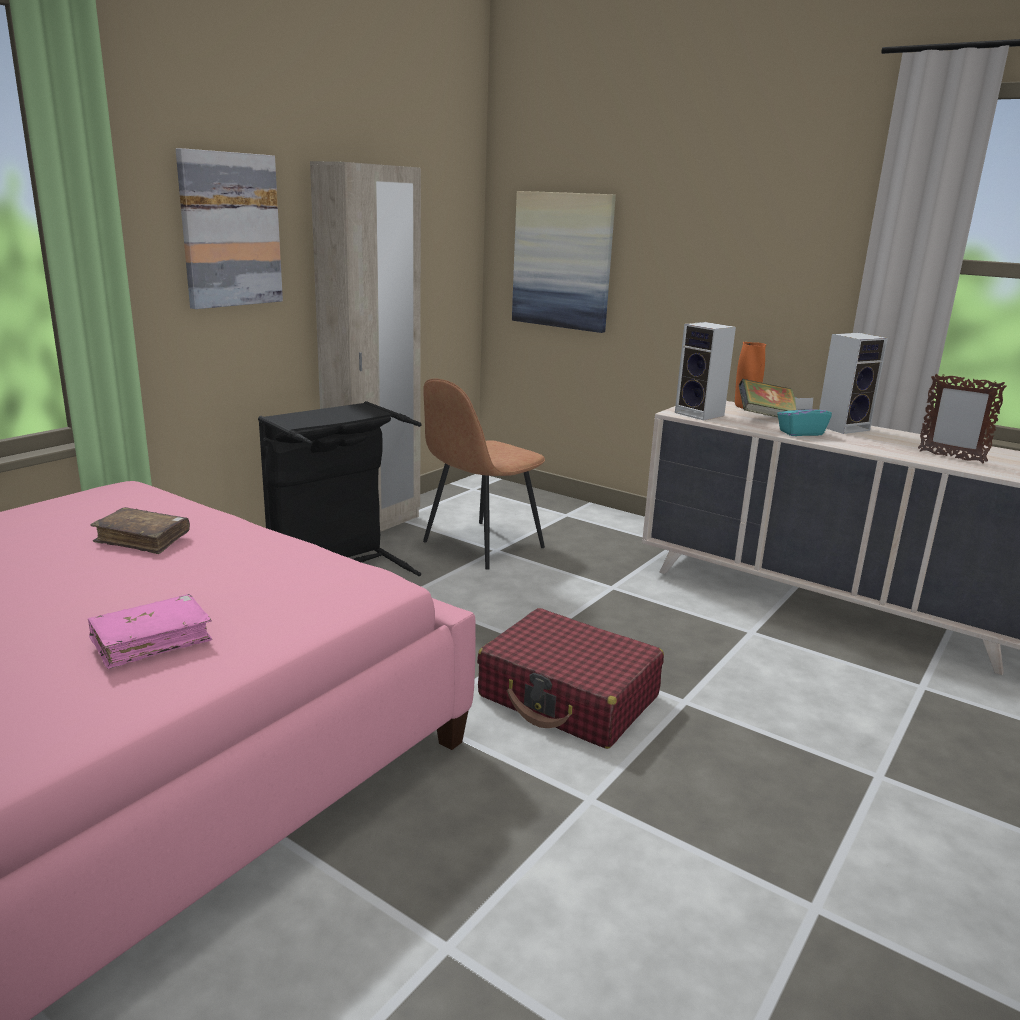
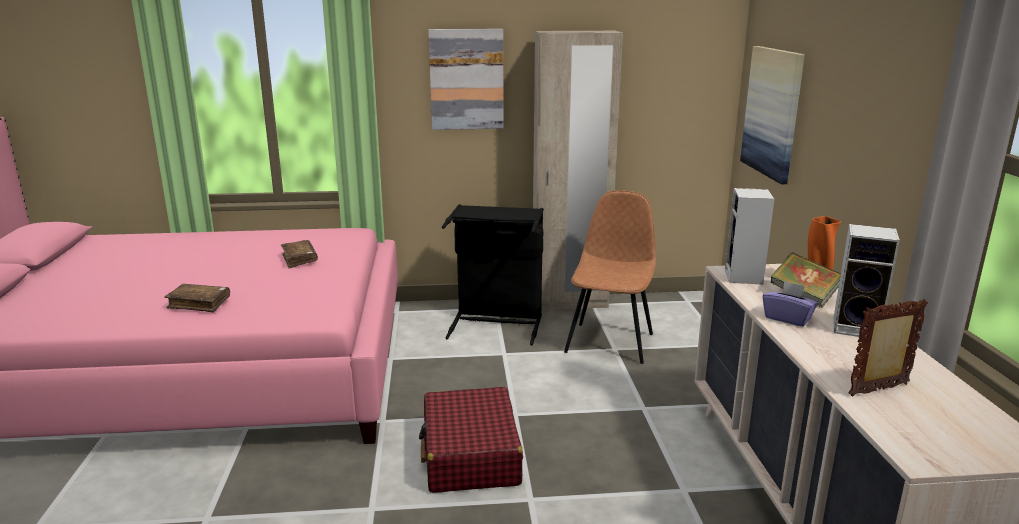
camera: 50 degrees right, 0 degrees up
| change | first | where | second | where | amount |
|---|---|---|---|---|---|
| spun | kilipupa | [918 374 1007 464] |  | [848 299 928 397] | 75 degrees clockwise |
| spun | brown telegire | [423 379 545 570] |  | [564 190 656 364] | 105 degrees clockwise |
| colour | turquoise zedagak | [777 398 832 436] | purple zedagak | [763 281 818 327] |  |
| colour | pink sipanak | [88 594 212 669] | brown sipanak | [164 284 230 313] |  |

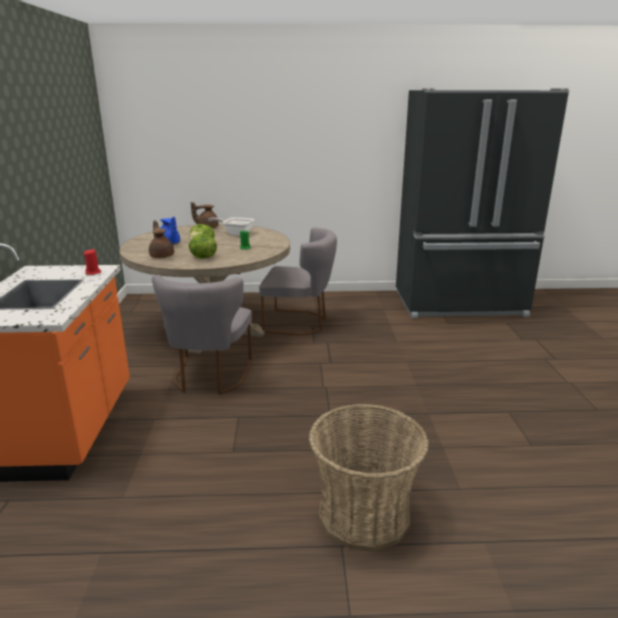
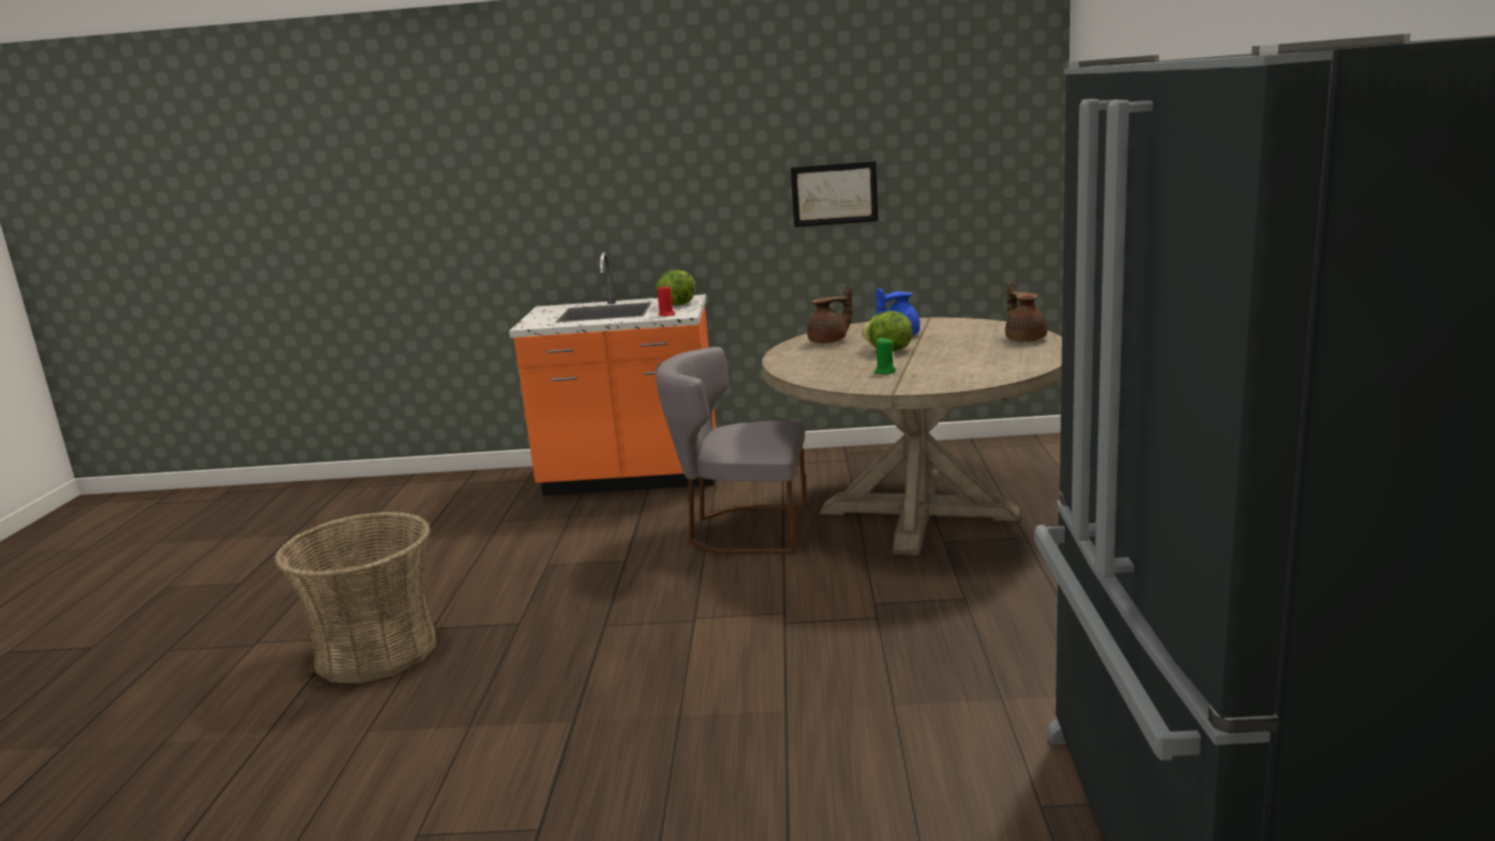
camera: 95 degrees right, 5 degrees down
| change | first | where | second | where | amount |
|---|---|---|---|---|---|
| missing | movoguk | [208 217 254 236] |  |  |  |
| missing | grey telegire | [259 227 337 335] |  |  |  |
| relocated | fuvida | [188 234 217 259] |  | [656 270 695 306] |  |
| appeared |  |  | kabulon | [791 161 878 227] |  |

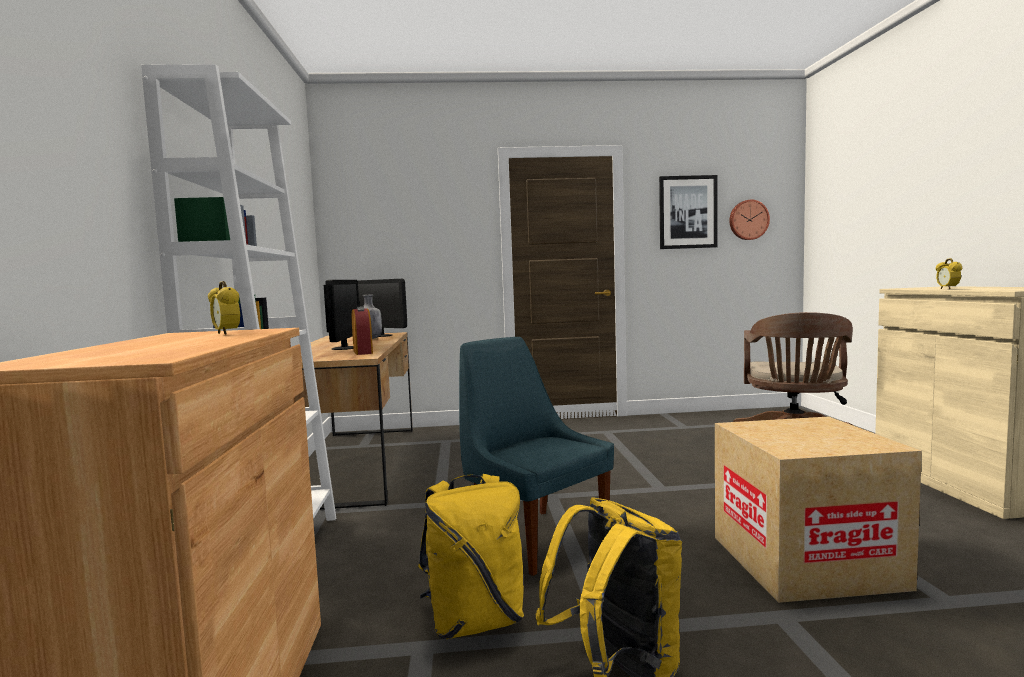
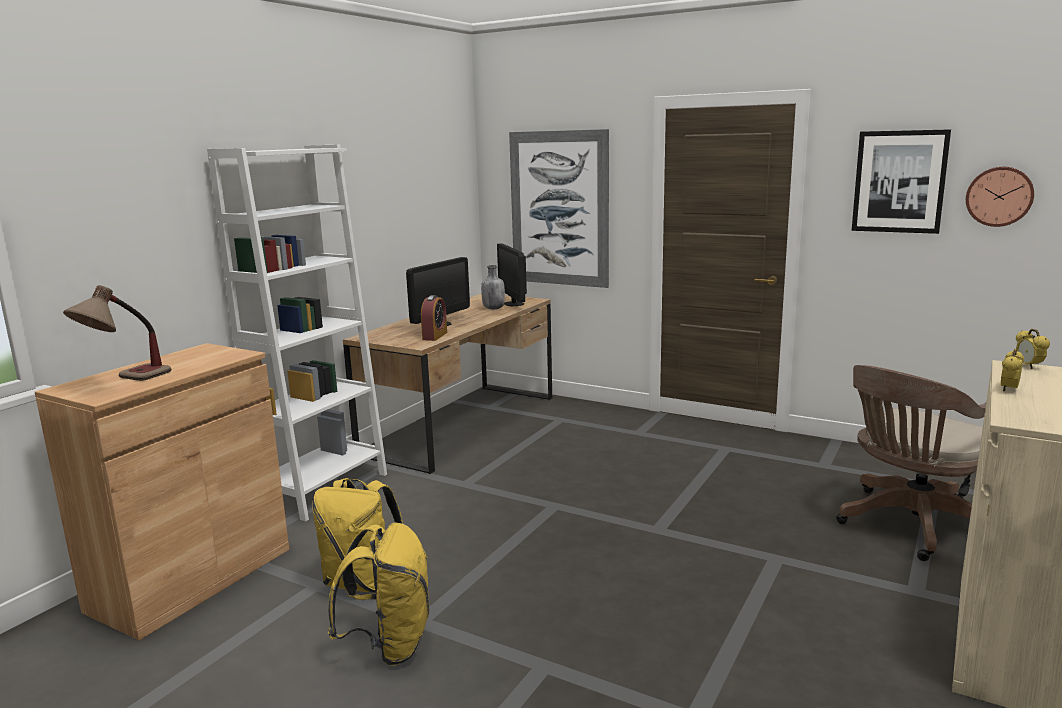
camera: 35 degrees right, 10 degrees up
| change | first | where | second | where | amount |
|---|---|---|---|---|---|
| relocated | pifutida | [208 281 240 335] |  | [1016 329 1050 369] |  |
| missing | blue telegire | [459 337 614 576] |  |  |  |
| missing | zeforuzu | [715 416 922 603] |  |  |  |
| appeared |  |  | kabulon | [509 129 609 288] |  |
| appeared |  |  | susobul | [63 285 171 381] |  |

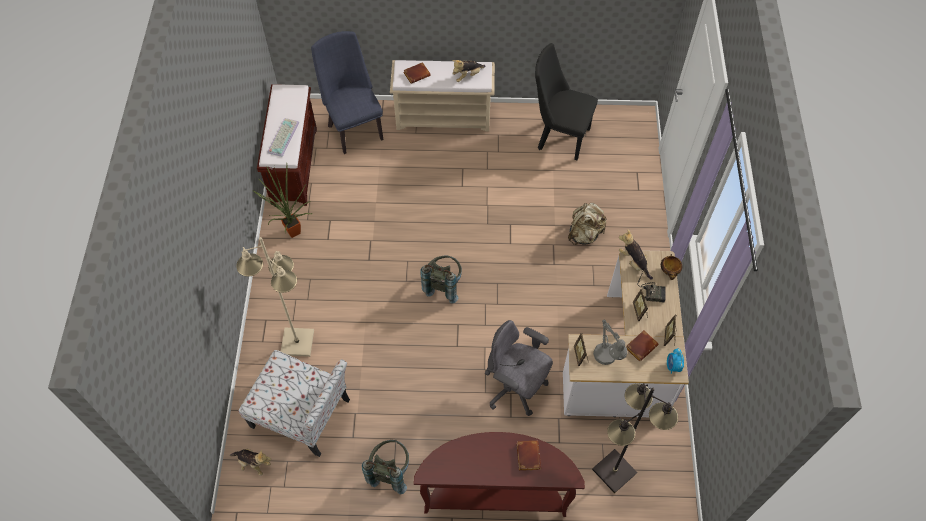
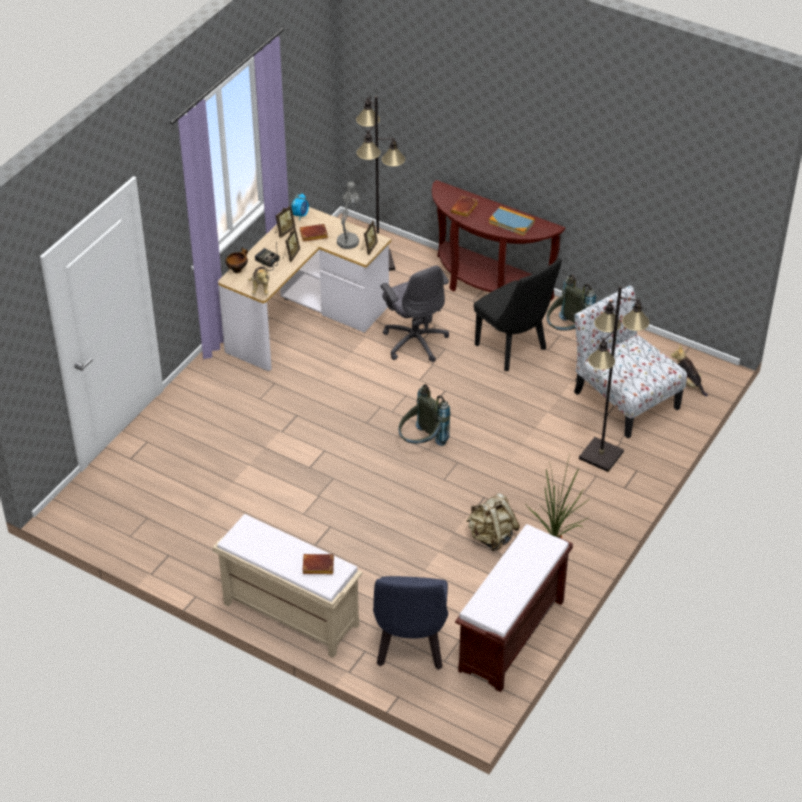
camera: 150 degrees left, 15 degrees down
| change | first | where | second | where | amount |
|---|---|---|---|---|---|
| relocated | black telegire | [535 43 598 160] |  | [474 258 562 371] |  |
| missing | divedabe | [452 60 485 82] |  |  |  |
| missing | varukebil | [267 118 299 157] |  |  |  |
| relocated | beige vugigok | [568 203 606 245] |  | [466 493 520 551] |  |
| colour | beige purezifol | [236 237 314 357] | black purezifol | [579 286 650 472] |  |
| appeared |  |  | sipanak | [489 206 535 236] |  |

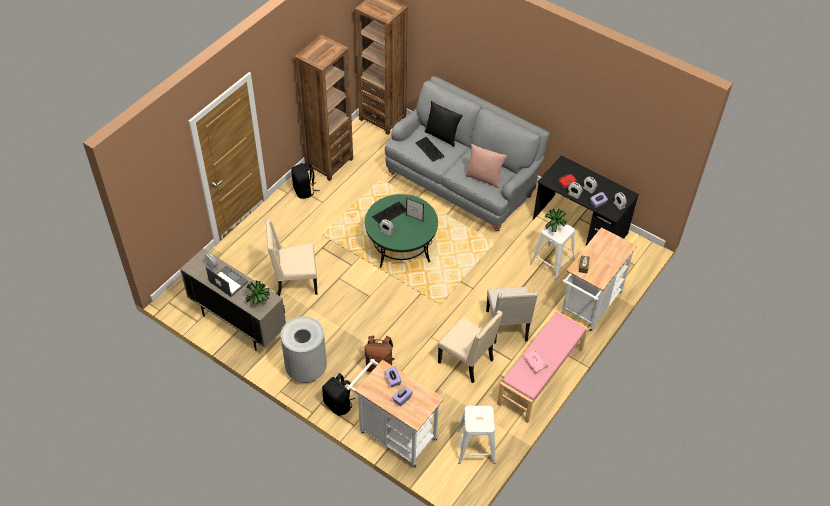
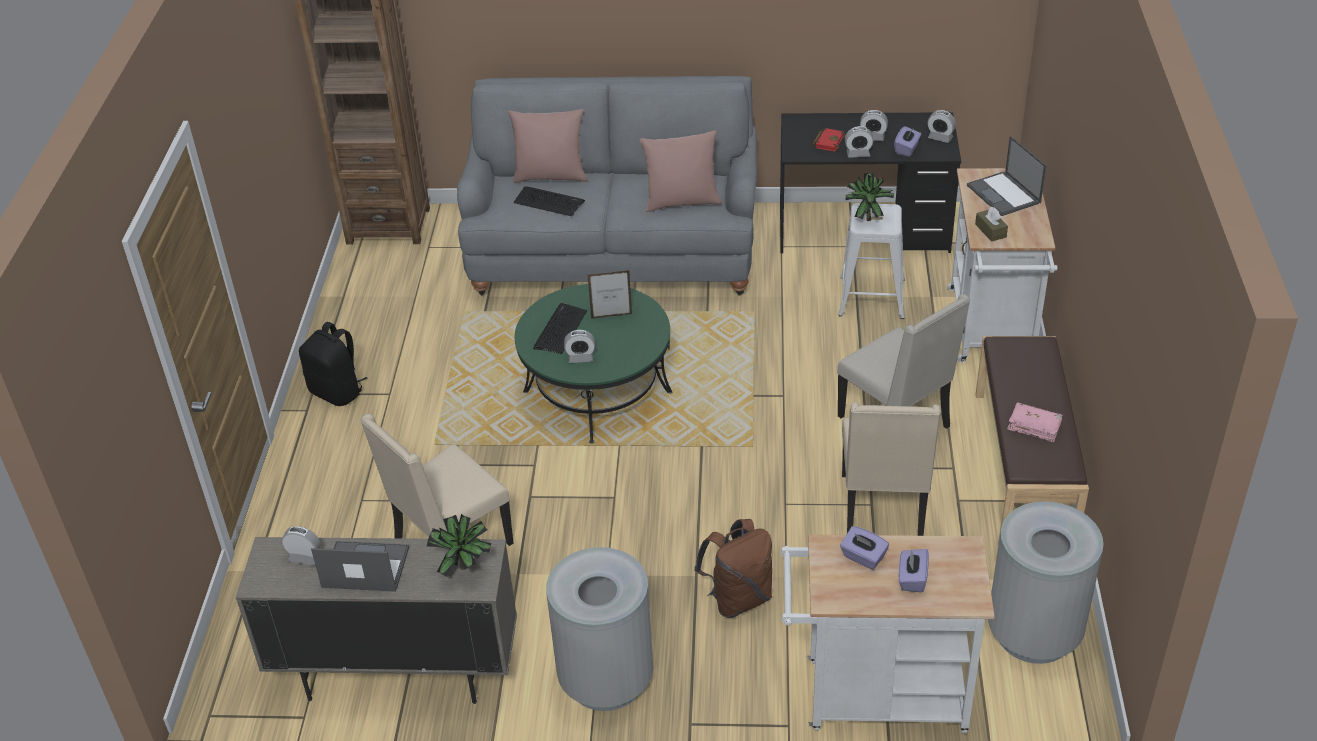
camera: 30 degrees left, 10 degrees down
| change | first | where | second | where | amount |
|---|---|---|---|---|---|
| missing | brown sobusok | [295 35 353 181] |  |  |  |
| colour | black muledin | [424 101 463 147] | pink muledin | [508 109 587 183] |  |
| spun | beige telegire | [438 310 503 383] |  | [842 402 941 536] | 90 degrees clockwise |
| colour | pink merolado | [497 311 588 423] | brown merolado | [976 336 1089 545] |  |
| missing | black vugigok | [322 373 355 416] |  |  |  |
| exchanged | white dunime | [457 406 496 464] | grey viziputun | [988 501 1103 664] |  |
| appeared |  |  | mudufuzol | [967 136 1046 216] |  |

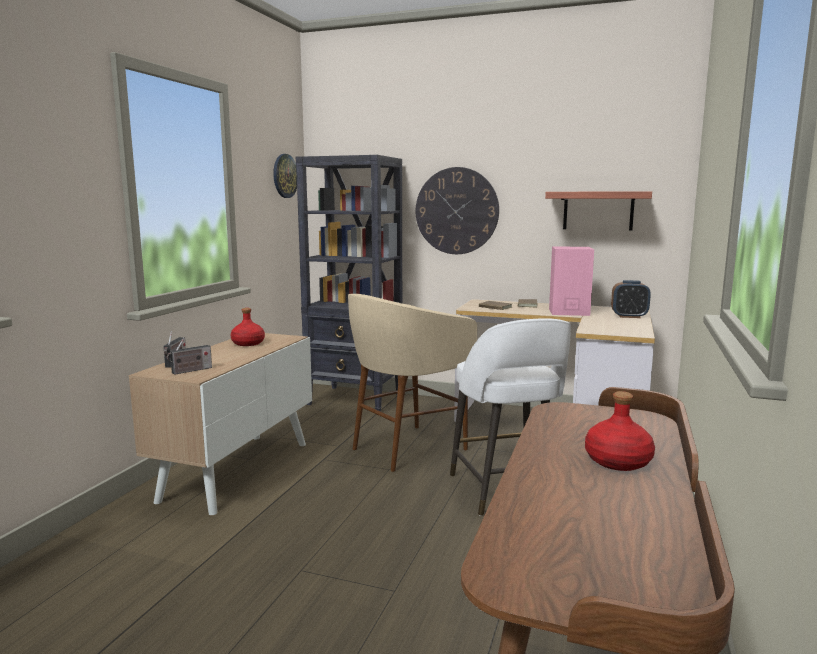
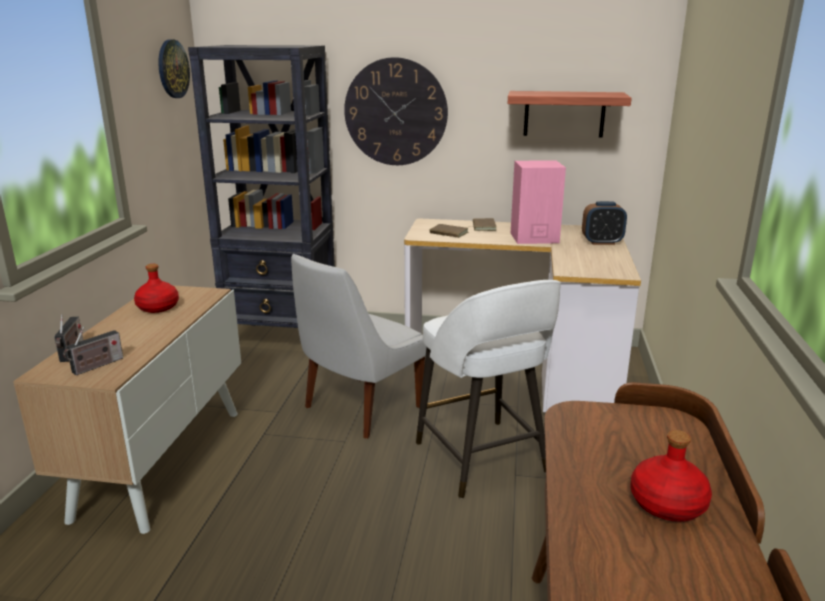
camera: 10 degrees left, 10 degrees up
| change | first | where | second | where | amount |
|---|---|---|---|---|---|
| exchanged | beige dunime | [348 294 477 472] | white telegire | [291 254 427 439] |  |

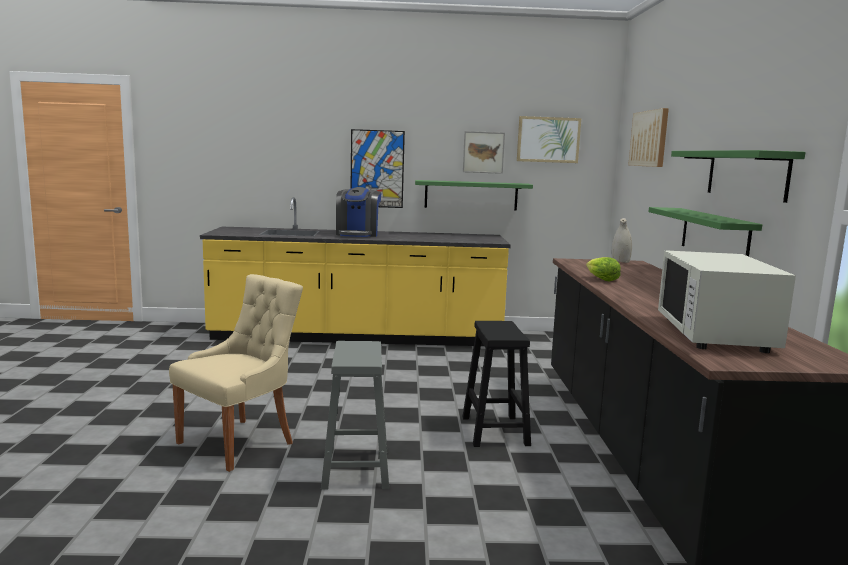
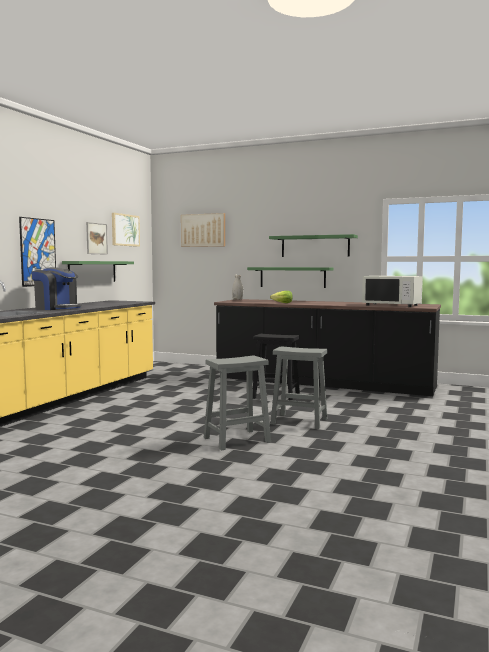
camera: 65 degrees left, 5 degrees down
| change | first | where | second | where | amount |
|---|---|---|---|---|---|
| exchanged | beige telegire | [169 274 303 472] | grey dunime | [204 355 271 451] |  |

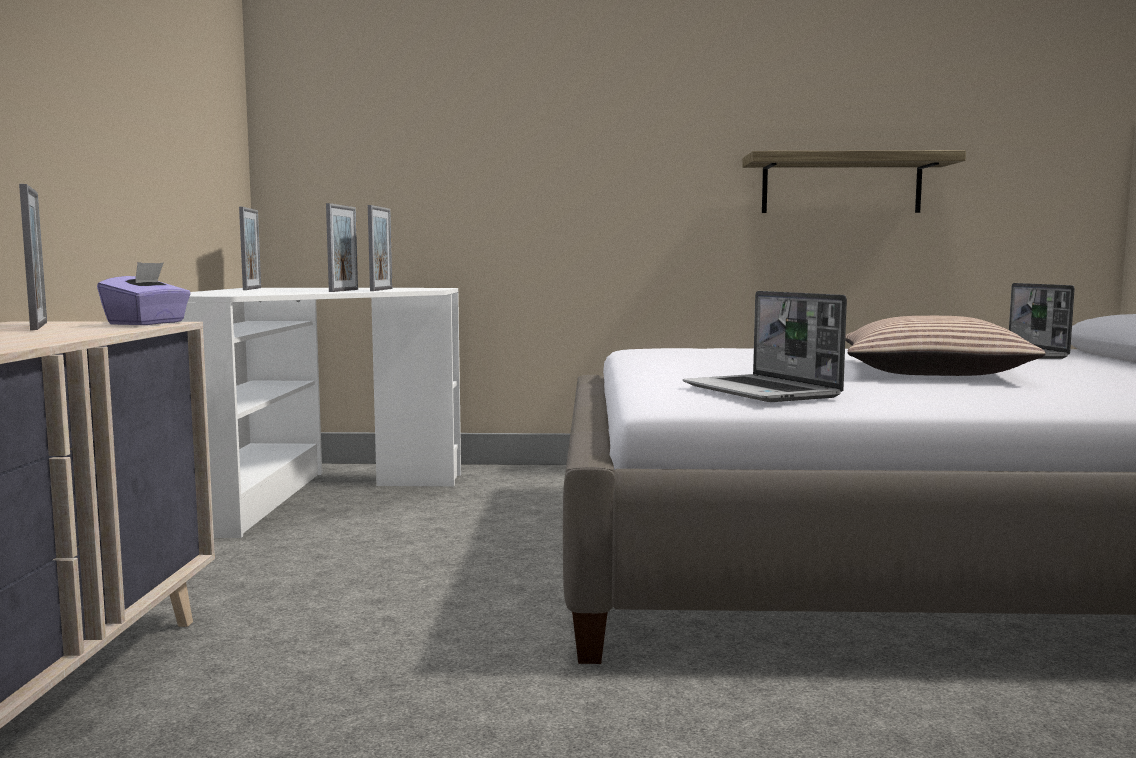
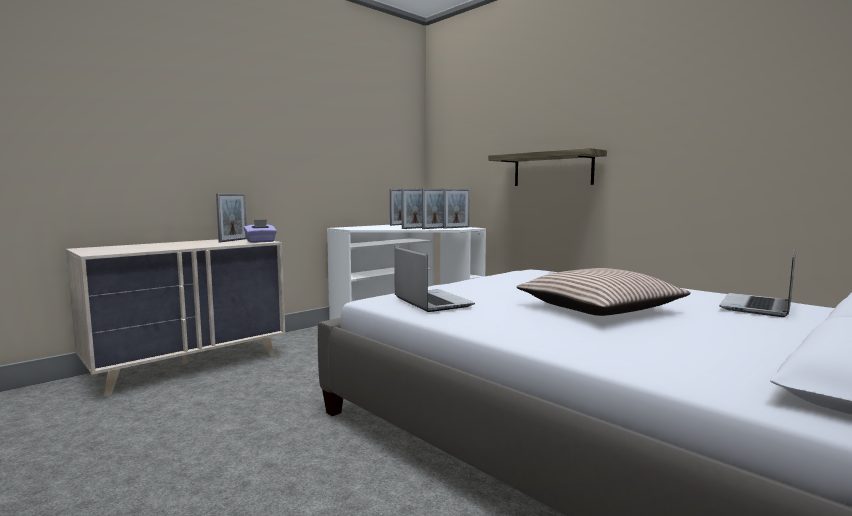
camera: 45 degrees right, 0 degrees up
| change | first | where | second | where | amount |
|---|---|---|---|---|---|
| relocated | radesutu | [742 150 966 213] |  | [488 148 607 186] |  |
| spun | mudufuzol | [683 291 847 402] |  | [394 246 475 312] | 135 degrees clockwise |
| appeared |  |  | kilipupa | [443 189 470 229] |  |

